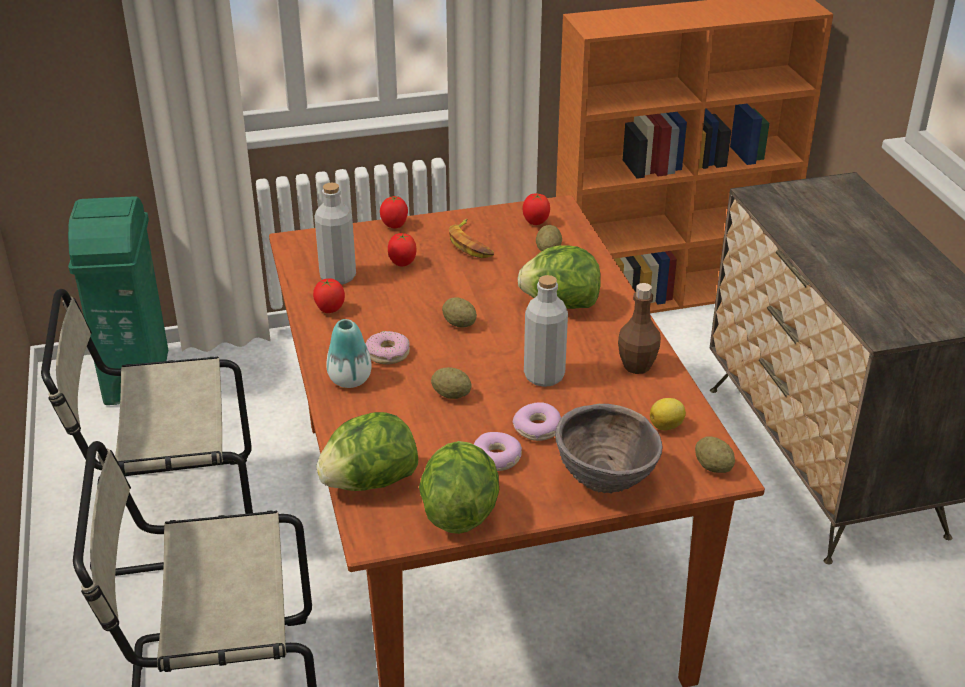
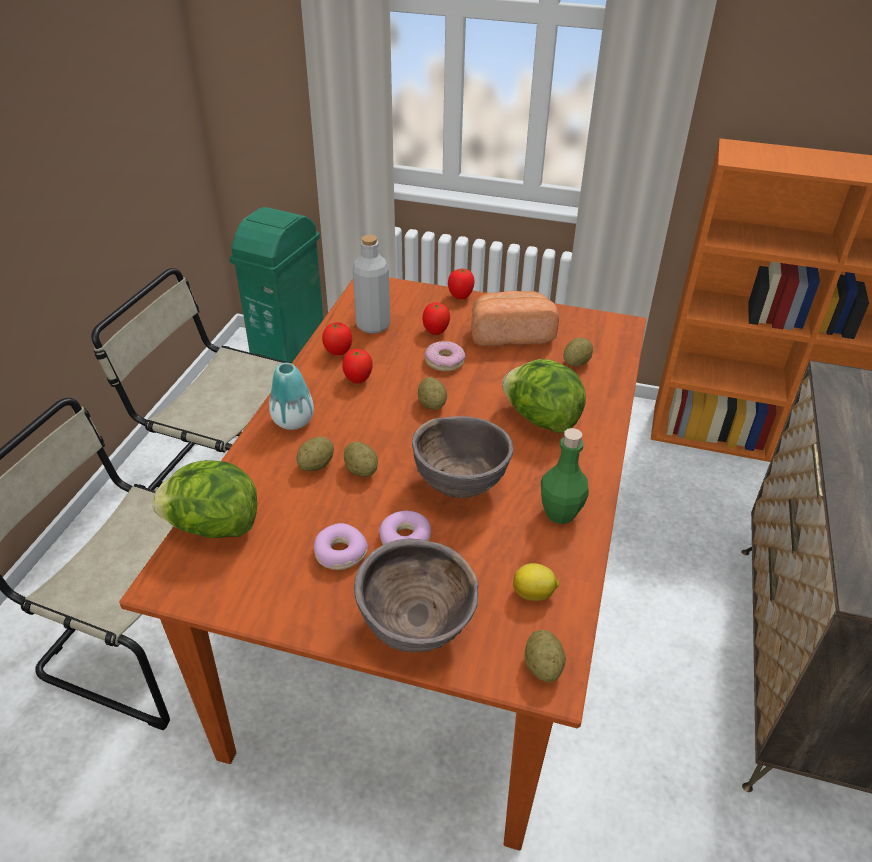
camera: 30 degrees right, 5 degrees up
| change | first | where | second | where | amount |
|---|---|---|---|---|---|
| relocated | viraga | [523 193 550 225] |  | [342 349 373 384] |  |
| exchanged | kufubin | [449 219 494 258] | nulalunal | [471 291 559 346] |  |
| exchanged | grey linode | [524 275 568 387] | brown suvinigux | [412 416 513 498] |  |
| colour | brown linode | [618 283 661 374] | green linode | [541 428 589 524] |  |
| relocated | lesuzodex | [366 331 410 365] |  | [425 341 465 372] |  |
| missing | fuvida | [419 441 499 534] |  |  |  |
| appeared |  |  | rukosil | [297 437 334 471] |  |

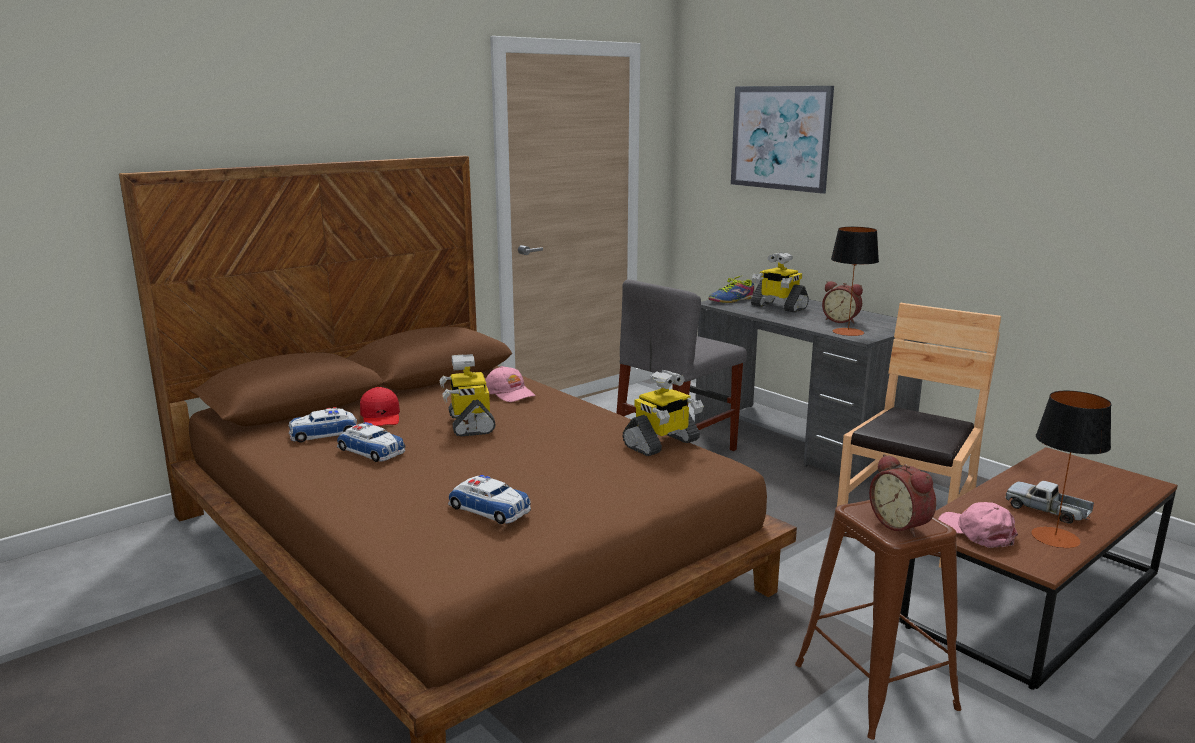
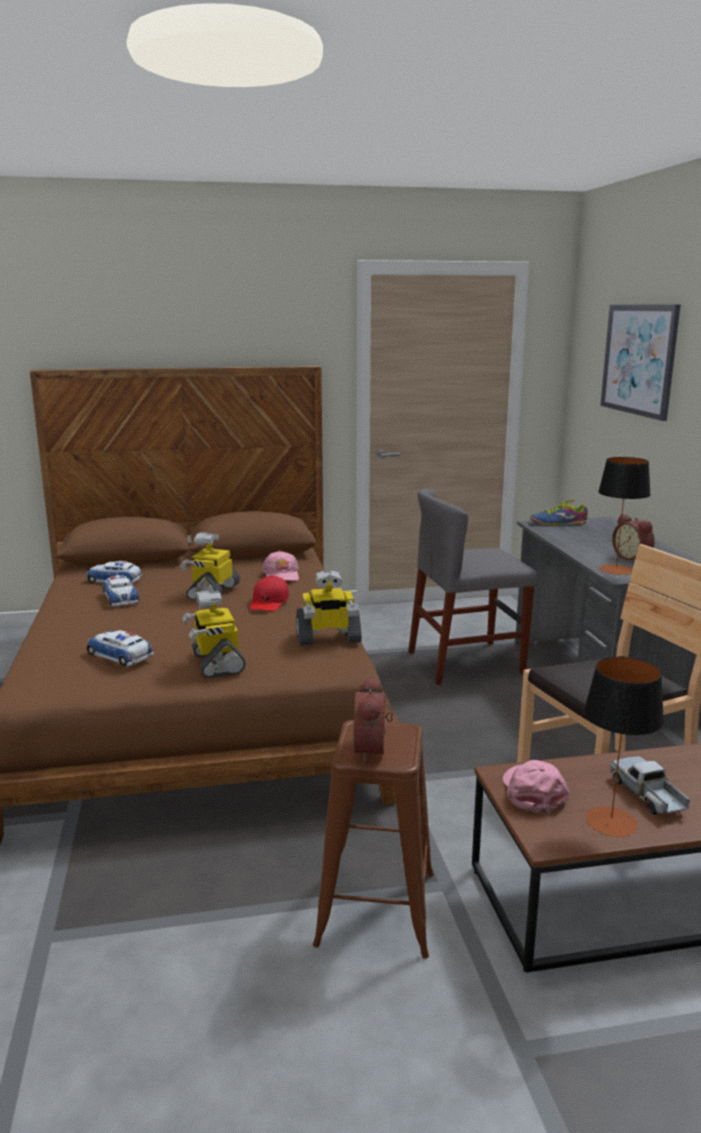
camera: 30 degrees right, 0 degrees up
| change | first | where | second | where | amount |
|---|---|---|---|---|---|
| relocated | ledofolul | [751 252 809 313] |  | [183 590 246 678] |  |
| relocated | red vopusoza | [360 387 400 426] |  | [250 575 289 611] |  |
| spun | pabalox | [448 475 531 524] |  | [87 630 154 667] | 150 degrees clockwise |

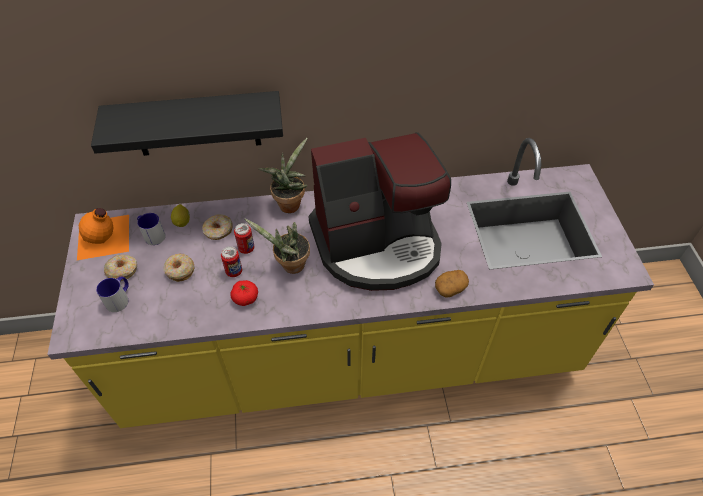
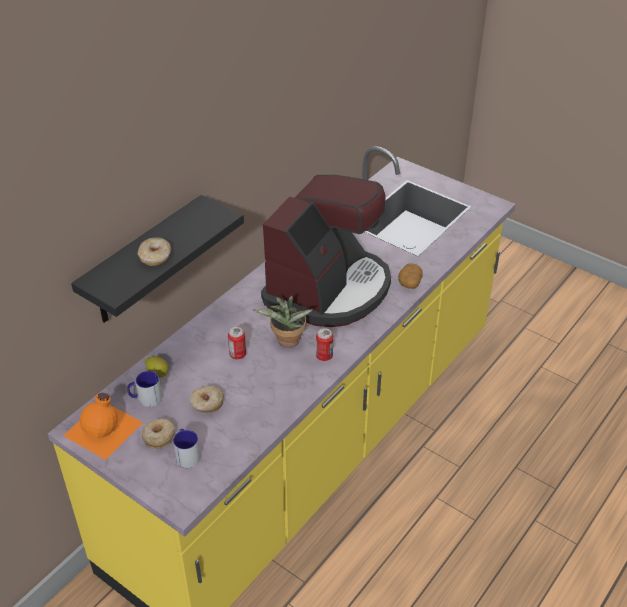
camera: 45 degrees left, 10 degrees down
| change | first | where | second | where | amount |
|---|---|---|---|---|---|
| missing | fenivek | [259 138 308 213] |  |  |  |
| relocated | lesuzodex | [202 214 233 240] |  | [138 237 171 266] |  |
| relocated | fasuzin | [221 246 242 277] |  | [316 328 333 361] |  |
| missing | viraga | [230 280 258 306] |  |  |  |

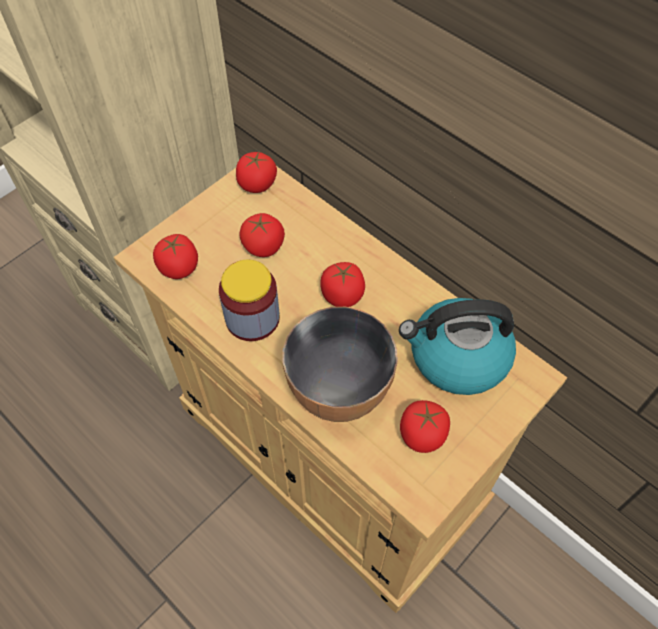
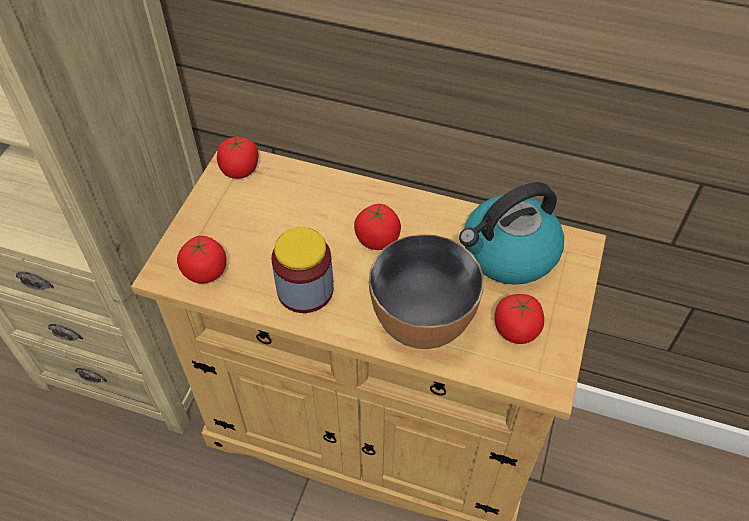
camera: 25 degrees left, 5 degrees down
| change | first | where | second | where | amount |
|---|---|---|---|---|---|
| missing | viraga | [240 213 285 257] |  |  |  |

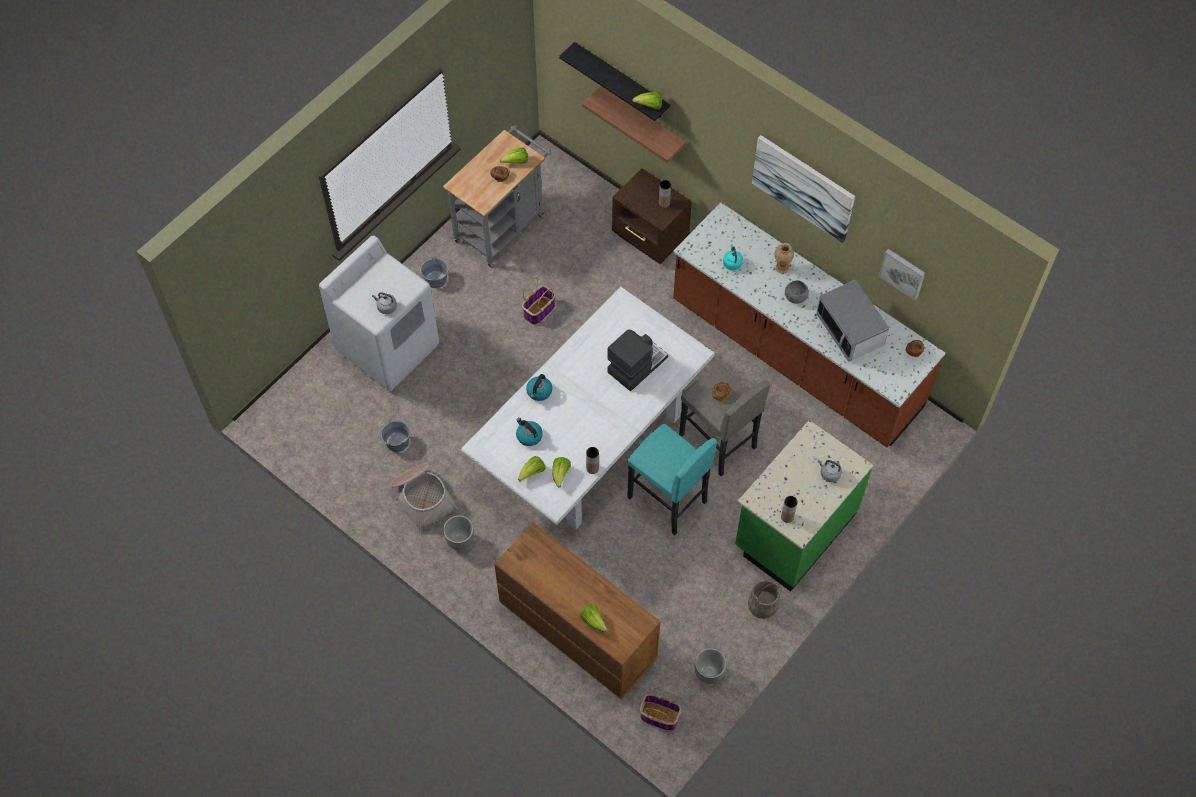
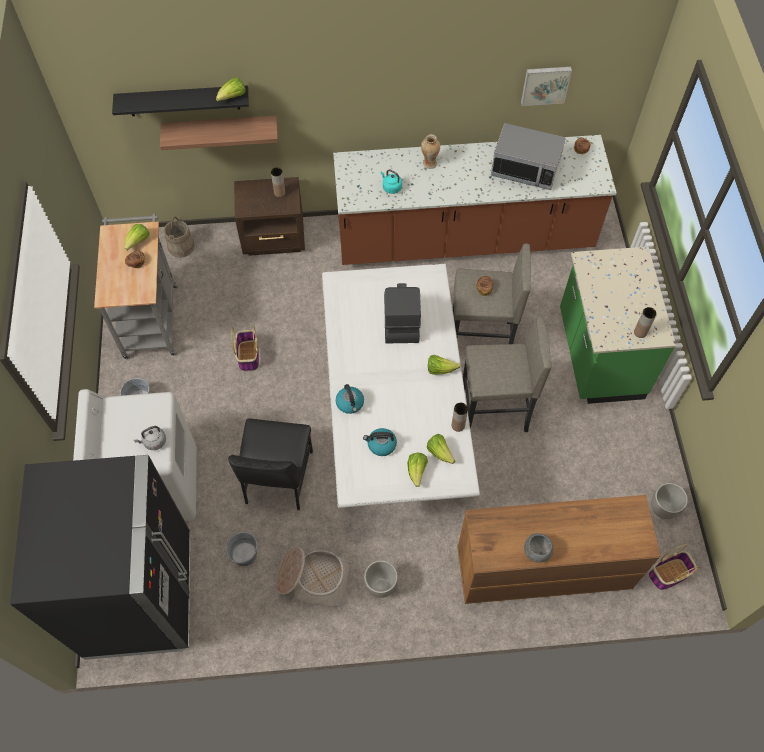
camera: 45 degrees left, 0 degrees up
| change | first | where | second | where | amount |
|---|---|---|---|---|---|
| missing | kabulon | [752 135 855 243] |  |  |  |
| relocated | grey suvinigux | [785 280 809 304] |  | [524 533 553 563] |  |
| colour | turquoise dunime | [627 424 717 535] | grey dunime | [463 316 551 432] |  |
| missing | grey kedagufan | [818 459 842 482] |  |  |  |
| relocated | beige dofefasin | [748 580 780 619] |  | [164 217 195 258] |  |
| relocated | fuvida | [580 604 608 632] |  | [428 355 461 375] |  |
| appeared |  |  | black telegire | [228 418 313 510] |  |
| appeared |  |  | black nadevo | [10 455 190 660] |  |

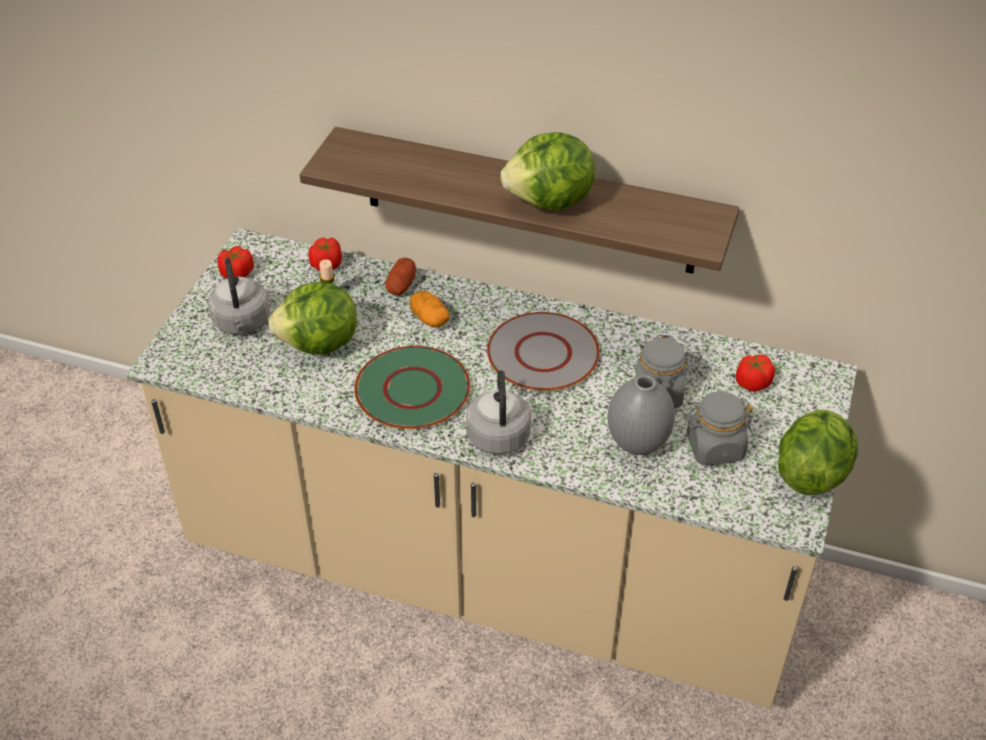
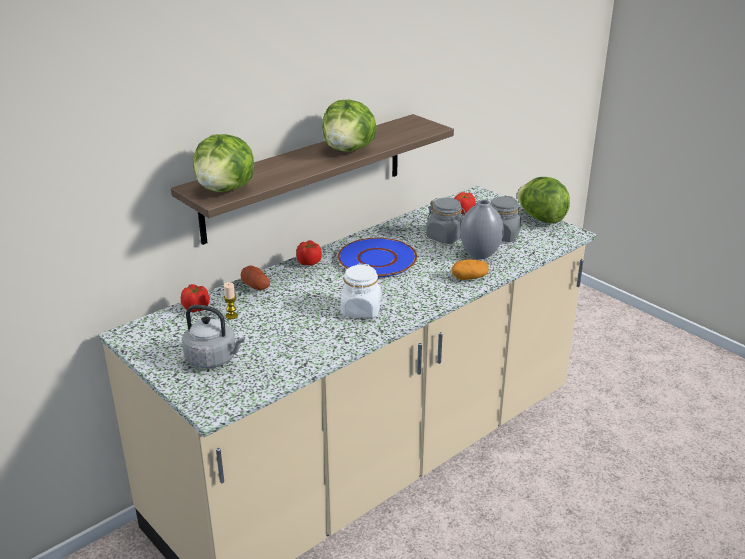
camera: 60 degrees left, 15 degrees down
| change | first | where | second | where | amount |
|---|---|---|---|---|---|
| relocated | viraga | [218 246 254 279] |  | [297 240 322 266] |  |
| relocated | fuvida | [268 281 357 355] |  | [194 134 254 192] |  |
| relocated | rukosil | [410 291 450 327] |  | [451 259 489 280] |  |
| colour | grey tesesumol | [487 312 600 391] | blue tesesumol | [338 238 417 277] |  |
| exchanged | green tesesumol | [354 346 470 429] | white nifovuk | [341 264 381 318] |  |
| missing | grey kedagufan | [466 370 531 455] |  |  |  |

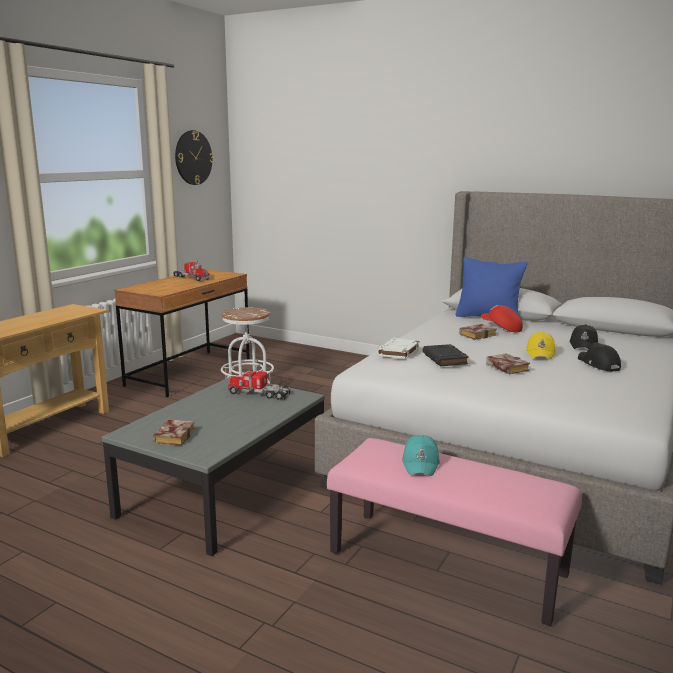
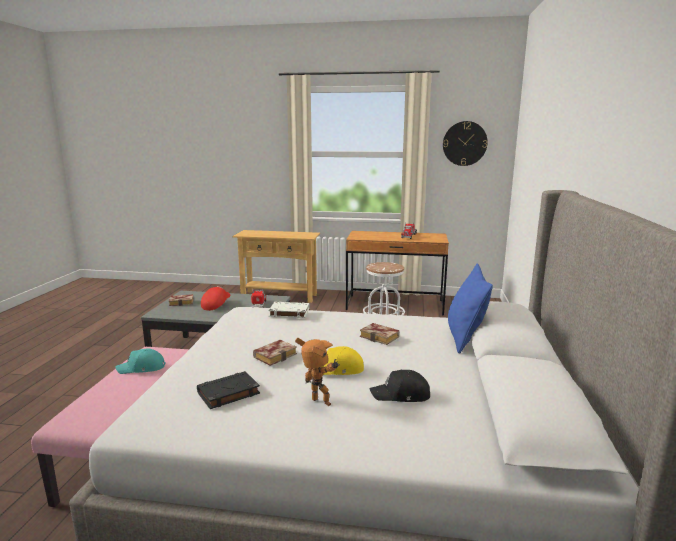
camera: 70 degrees right, 0 degrees up
| change | first | where | second | where | amount |
|---|---|---|---|---|---|
| relocated | red vopusoza | [481 305 523 333] |  | [201 286 231 311] |  |
| exchanged | black vopusoza | [578 342 621 372] | ledofolul | [295 338 340 406] |  |
| relocated | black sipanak | [423 344 469 366] |  | [197 371 260 409] |  |

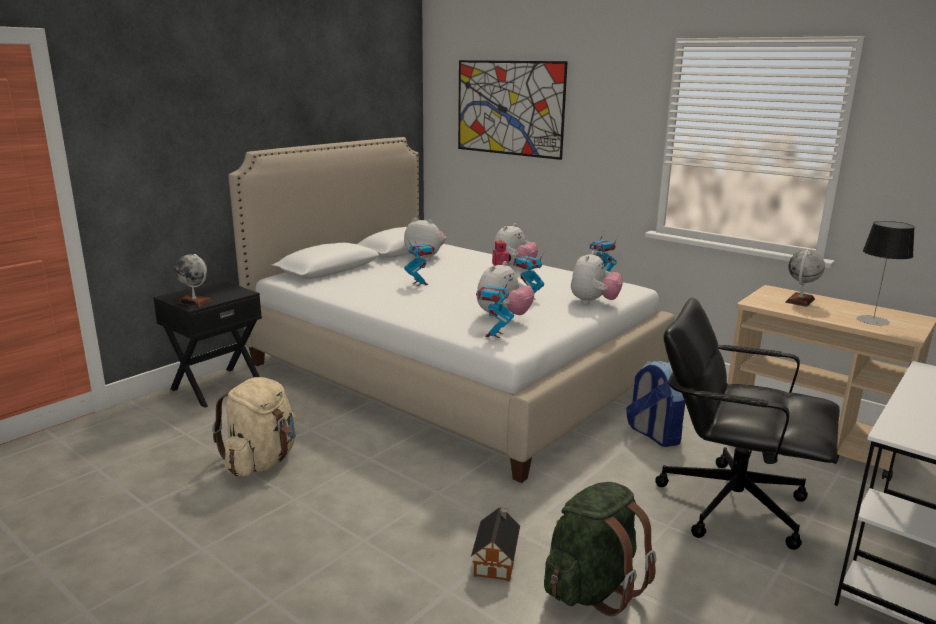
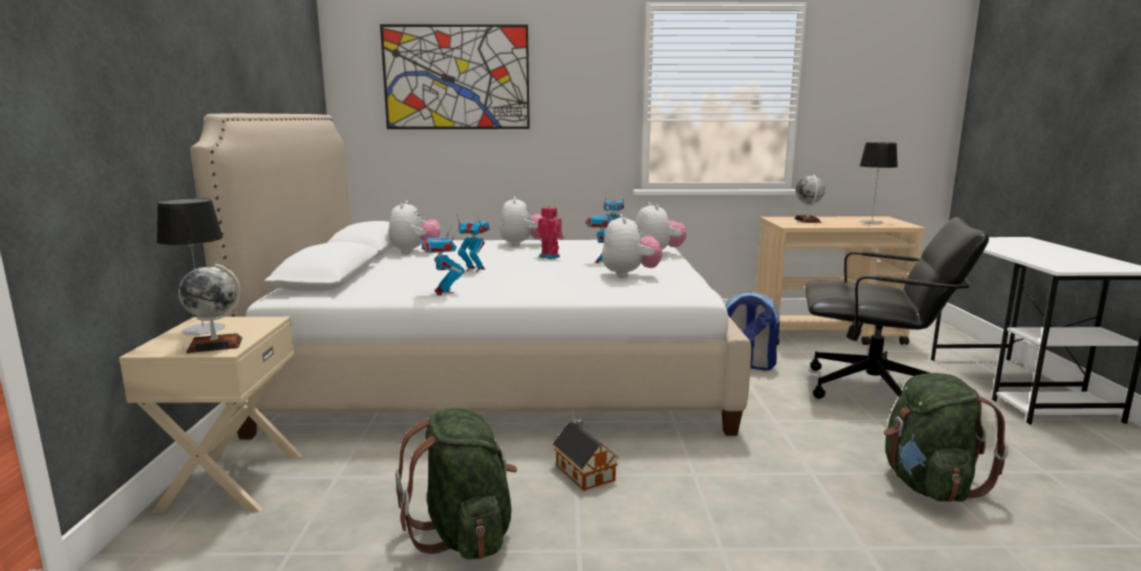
camera: 40 degrees left, 5 degrees down
| change | first | where | second | where | amount |
|---|---|---|---|---|---|
| spun | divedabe | [404 218 445 261] |  | [389 201 440 254] | 105 degrees clockwise |
| relocated | ledofolul | [476 279 514 338] |  | [420 226 465 295] |  |
| colour | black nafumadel | [153 281 262 408] | beige nafumadel | [119 317 302 513] |  |
| spun | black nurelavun | [655 297 840 550] |  | [805 217 989 399] | 150 degrees counterclockwise |
| colour | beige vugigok | [212 377 297 477] | green vugigok | [395 408 517 560] |  |
| relocated | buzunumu | [471 507 520 581] |  | [552 418 619 491] |  |
| appeared |  |  | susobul | [157 198 225 335] |  |

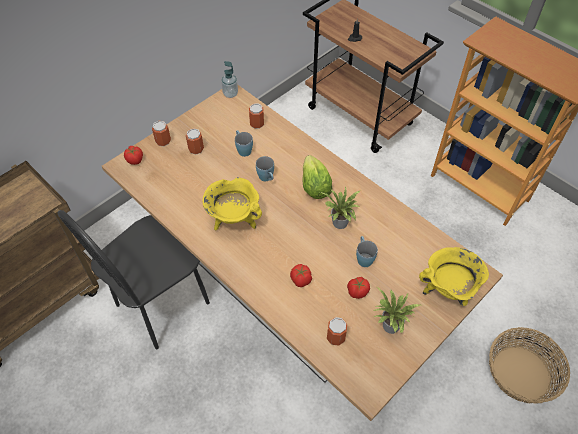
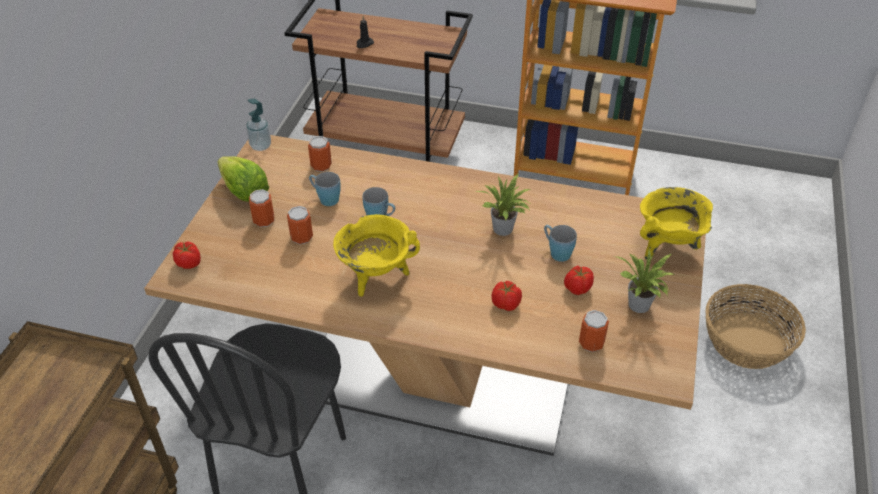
camera: 30 degrees left, 10 degrees down
| change | first | where | second | where | amount |
|---|---|---|---|---|---|
| relocated | fasuzin | [152 121 171 146] |  | [287 206 313 245] |  |
| relocated | fuvida | [302 155 332 199] |  | [218 156 269 202] |  |

